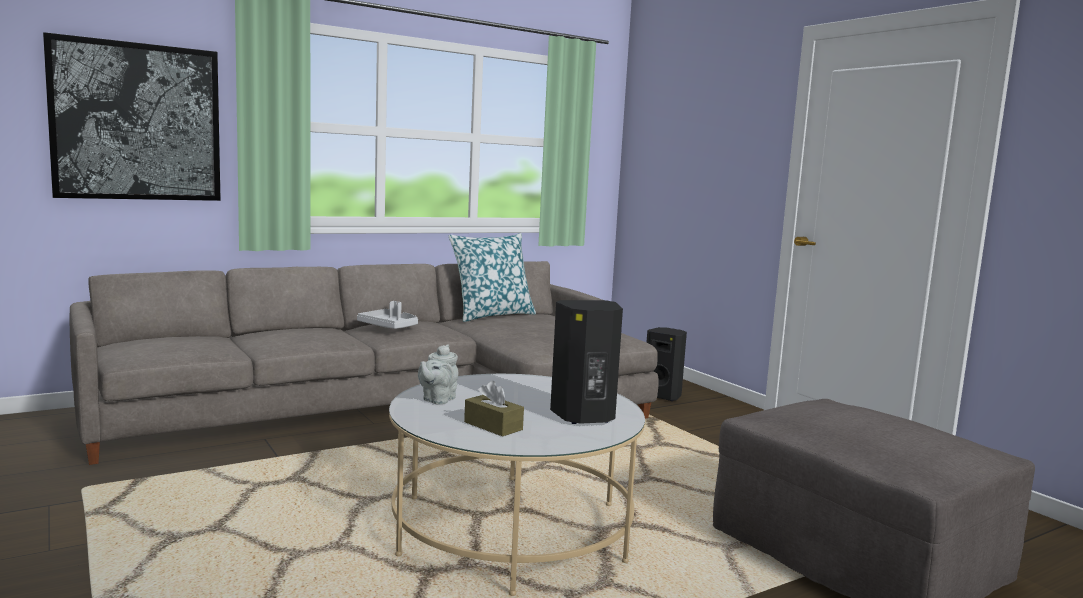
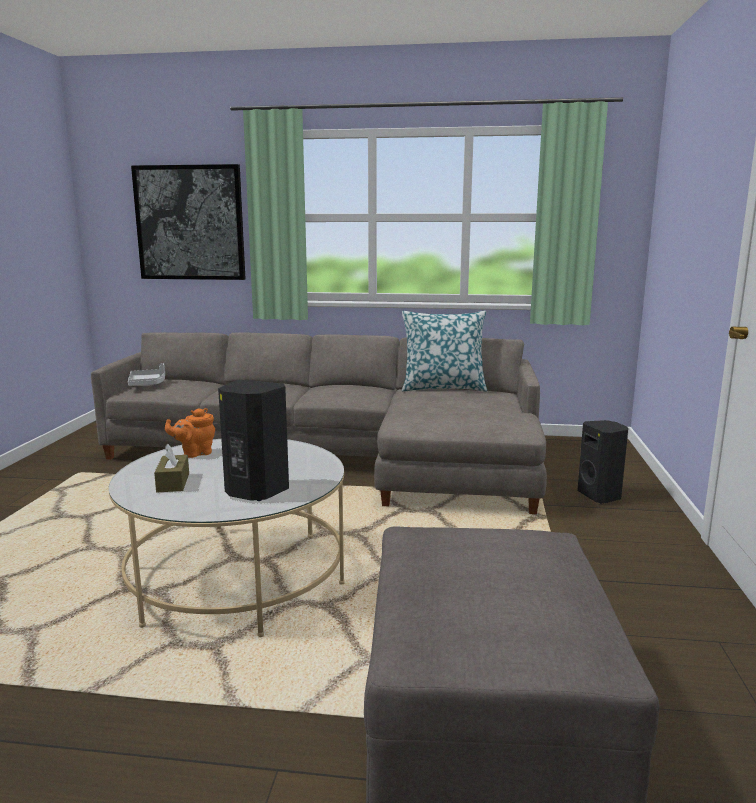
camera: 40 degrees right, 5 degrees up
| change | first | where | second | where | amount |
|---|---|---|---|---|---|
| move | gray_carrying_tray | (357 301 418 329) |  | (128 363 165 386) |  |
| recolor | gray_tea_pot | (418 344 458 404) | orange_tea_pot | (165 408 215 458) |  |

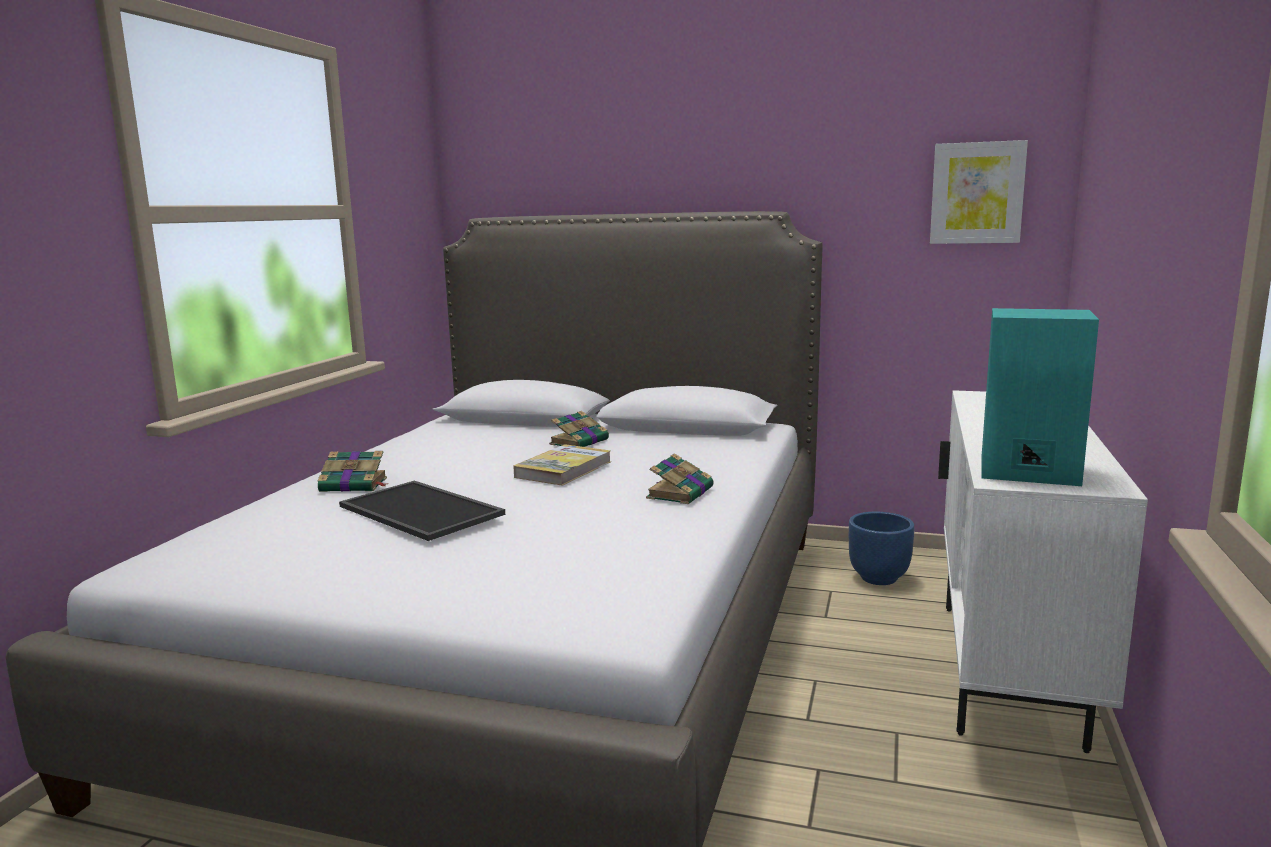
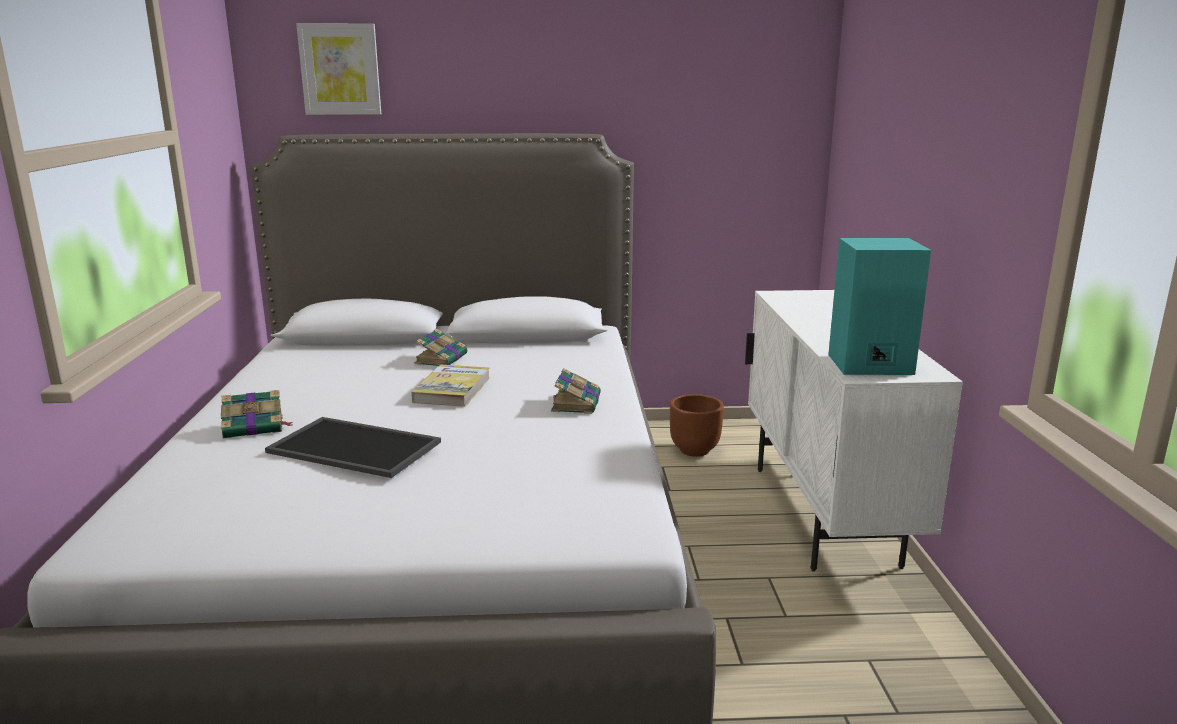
camera: 20 degrees left, 5 degrees up
| change | first | where | second | where | amount |
|---|---|---|---|---|---|
| move | wall_picture | (930 140 1028 244) |  | (296 23 381 115) |  |
| recolor | bluish_flower_pot | (849 512 914 585) | brown-coloured_flower_pot | (670 394 724 457) |  |

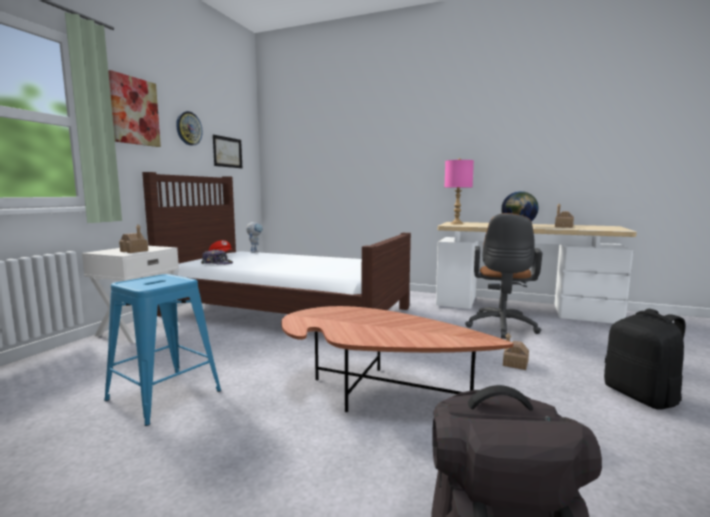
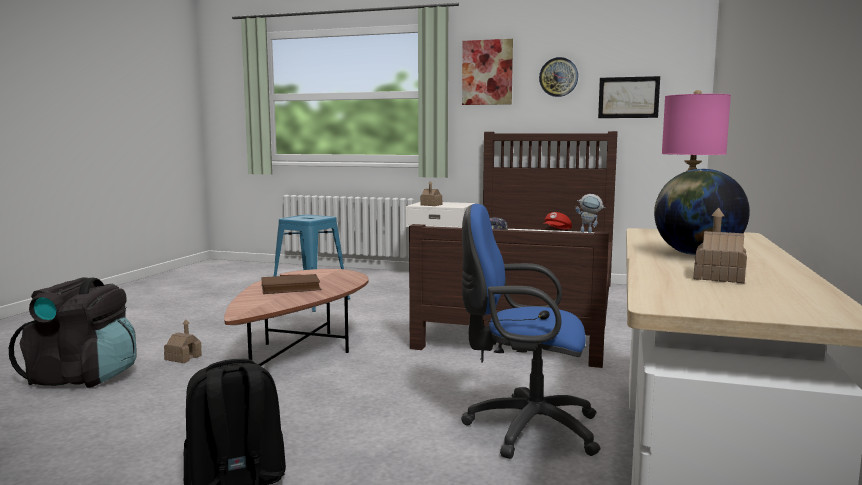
camera: 85 degrees right, 0 degrees up
| change | first | where | second | where | amount |
|---|---|---|---|---|---|
| move | toy_house | (503 333 529 370) |  | (164 319 202 363) |  |
| insert |  |  | brown-coloured_volume | (262 274 322 294) |  |
| recolor | brown-coloured_computer_chair | (465 213 542 339) | bluish_computer_chair | (461 204 600 459) |  |

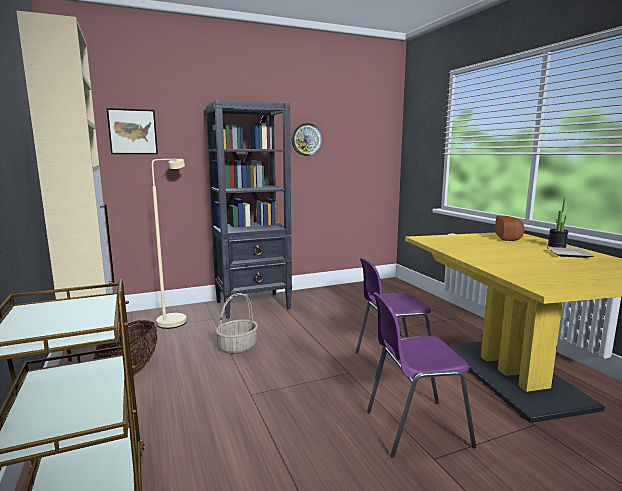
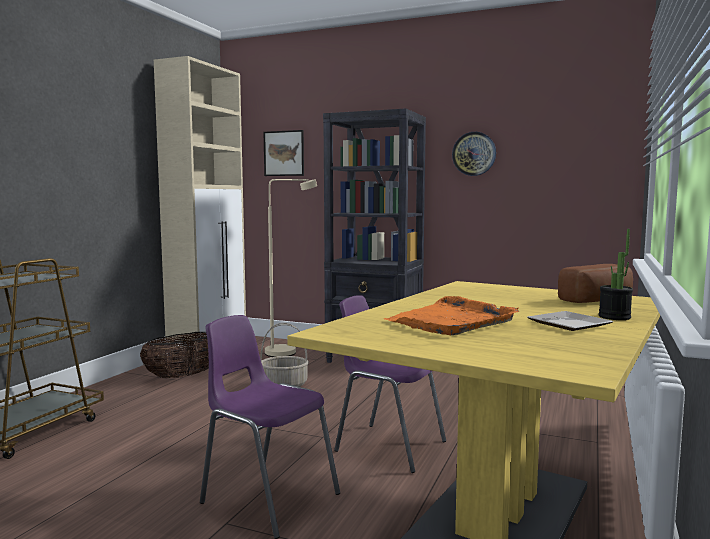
camera: 45 degrees right, 5 degrees down
| change | first | where | second | where | amount |
|---|---|---|---|---|---|
| insert |  |  | orange_carrying_tray | (384 296 519 335) |  |

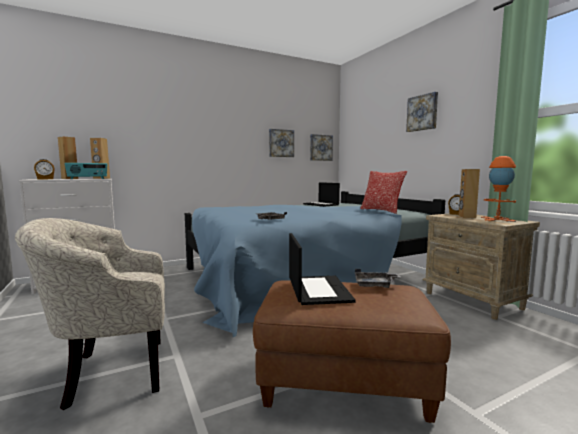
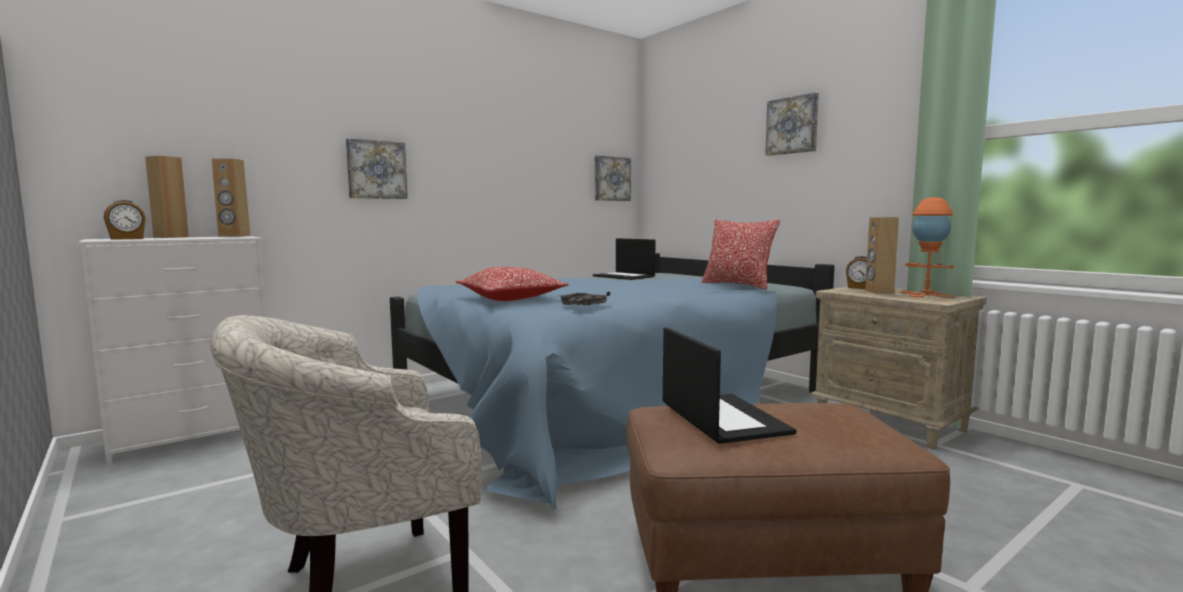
camera: 10 degrees left, 0 degrees up
| change | first | where | second | where | amount |
|---|---|---|---|---|---|
| move | wall_picture | (269 129 294 157) |  | (346 138 408 199) |  |
| insert |  |  | pillow | (456 267 568 301) |  |
| delete | radio_receiver | (64 163 107 179) |  |  |  |
| delete | gray_carrying_tray | (355 269 401 288) |  |  |  |

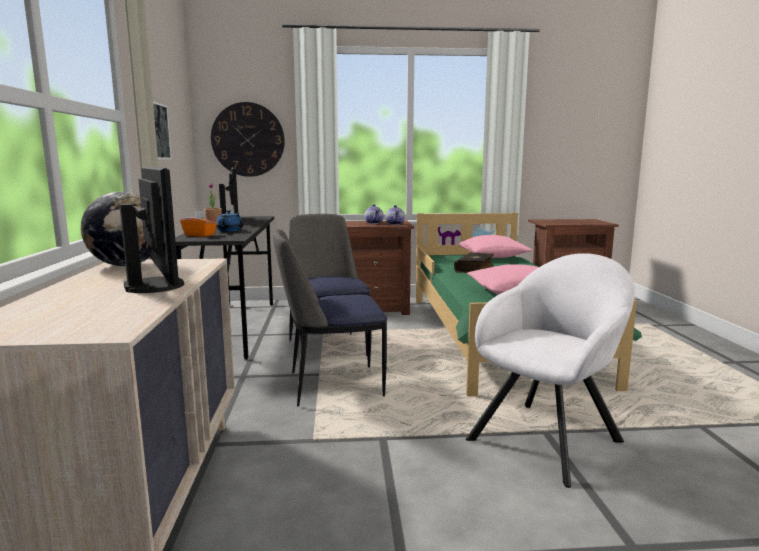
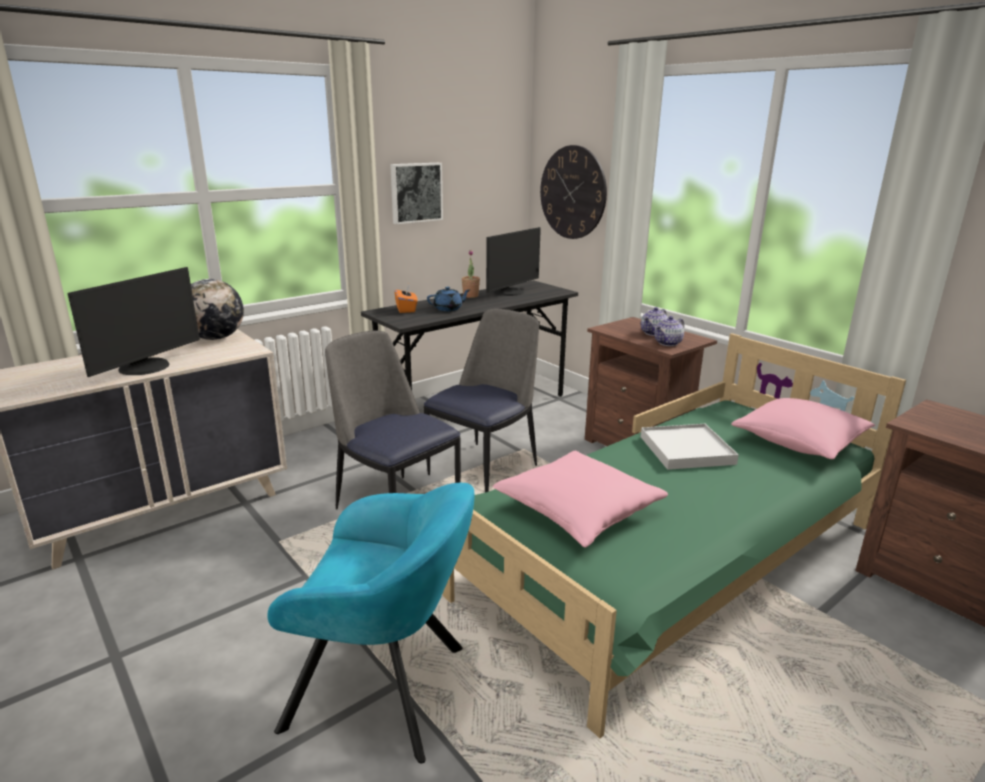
camera: 55 degrees right, 10 degrees up
| change | first | where | second | where | amount |
|---|---|---|---|---|---|
| recolor | white-coloured_lounge_chair | (466 253 635 488) | turquoise_lounge_chair | (267 483 474 764) |  |
| replace | volume | (454 253 494 273) | white-coloured_carrying_tray | (641 424 739 470) |  |

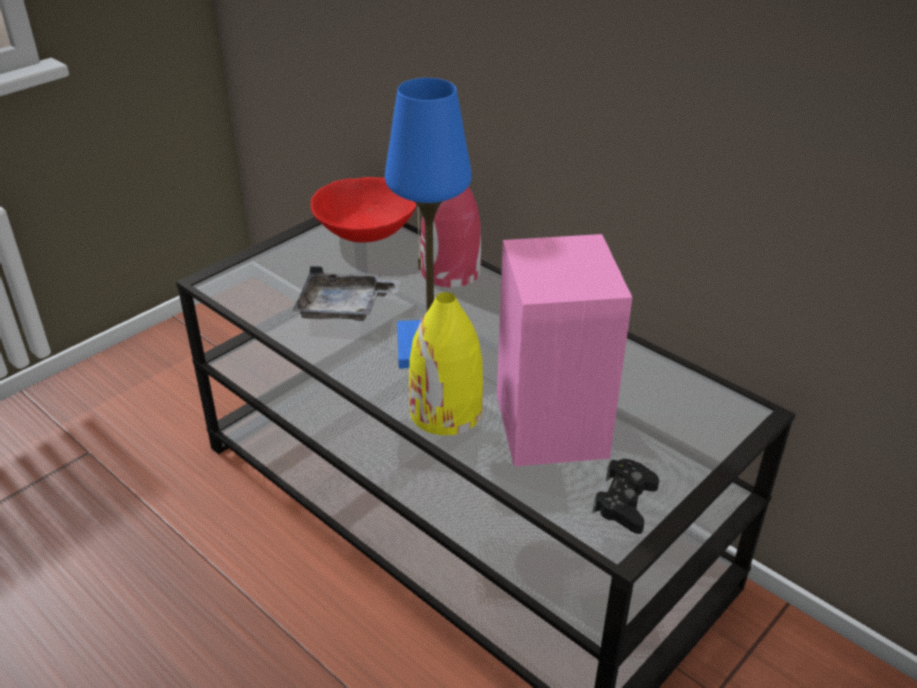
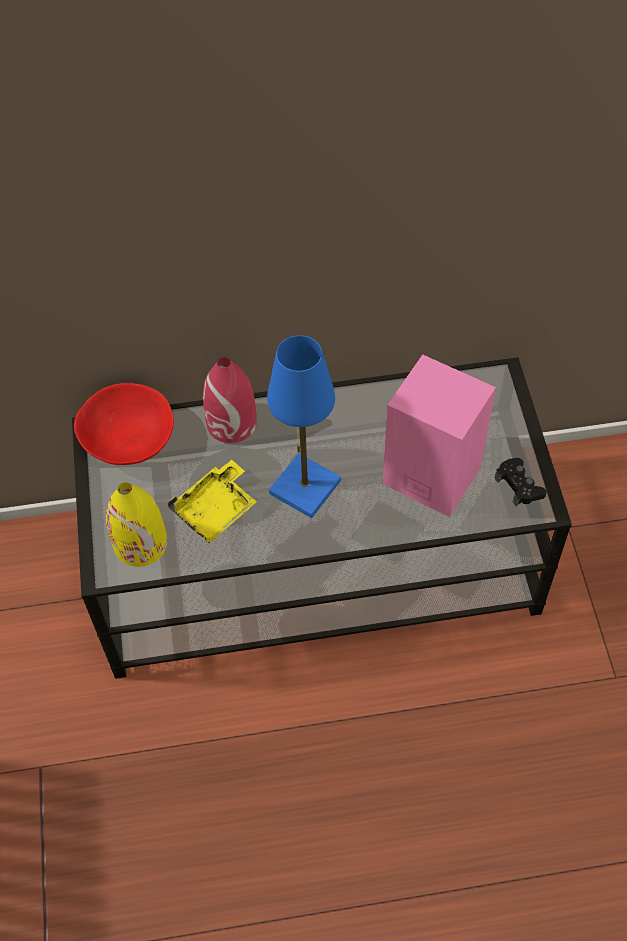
camera: 50 degrees left, 20 degrees up
| change | first | where | second | where | amount |
|---|---|---|---|---|---|
| move | yellow_vase | (409 292 483 435) |  | (106 482 167 567) |  |
| recolor | gray_carrying_tray | (293 266 402 321) | yellow_carrying_tray | (168 460 257 543) |  |

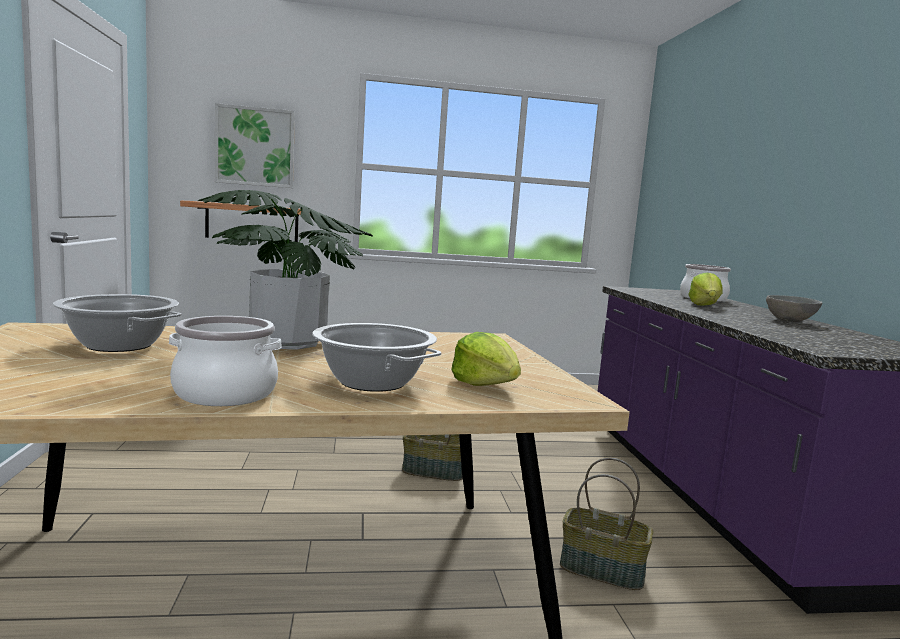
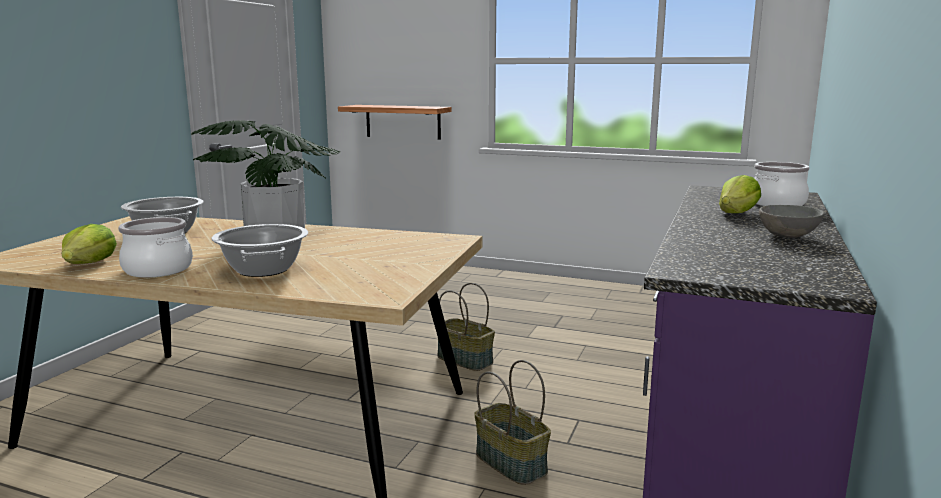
camera: 30 degrees right, 5 degrees up
| change | first | where | second | where | amount |
|---|---|---|---|---|---|
| move | head_of_lettuce | (451 332 521 386) |  | (62 224 117 264) |  |
| delete | wall_picture | (215 103 295 188) |  |  |  |

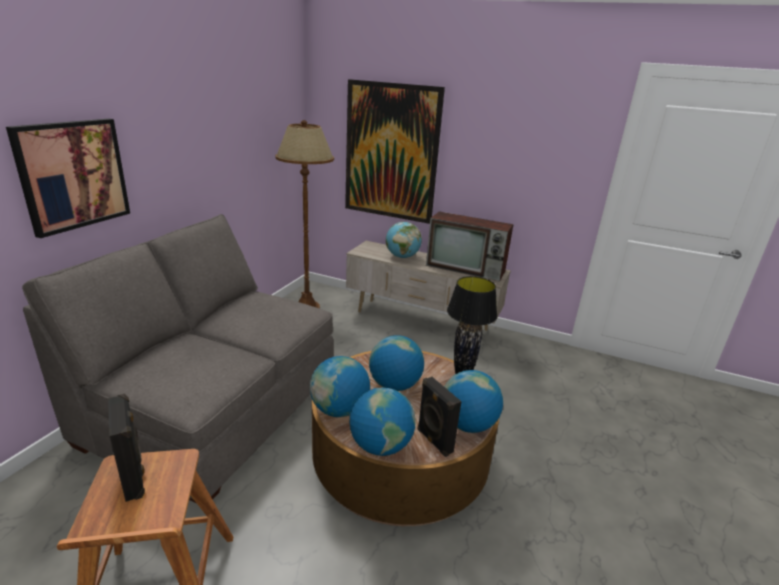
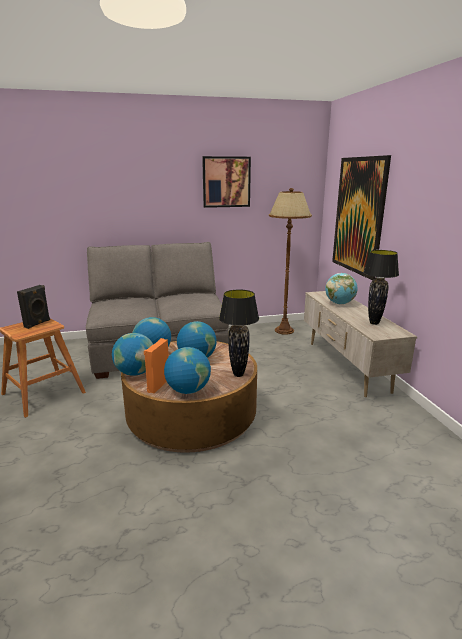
camera: 55 degrees right, 5 degrees down
| change | first | where | second | where | amount |
|---|---|---|---|---|---|
| recolor | black-coloured_audio_speaker | (418 377 461 457) | orange_audio_speaker | (144 338 169 393) |  |
| move | wall_picture | (6 118 130 238) |  | (202 156 251 208) |  |
| replace | TV | (426 212 514 282) | black-coloured_table_lamp | (363 250 399 325) |  |

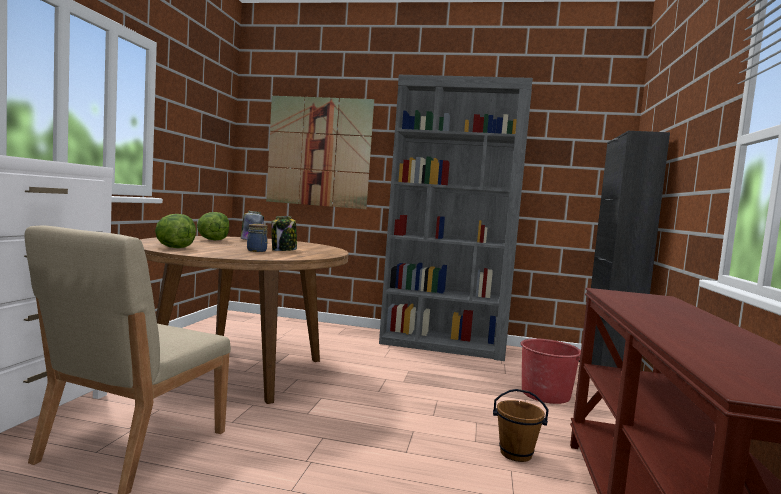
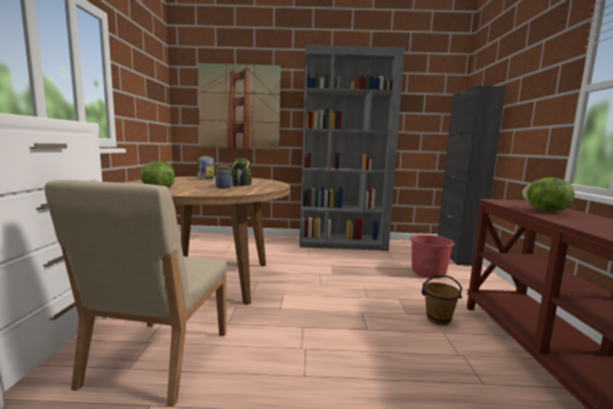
camera: 10 degrees left, 5 degrees up
| change | first | where | second | where | amount |
|---|---|---|---|---|---|
| move | head_of_lettuce | (197 212 229 240) |  | (522 177 575 212) |  |

